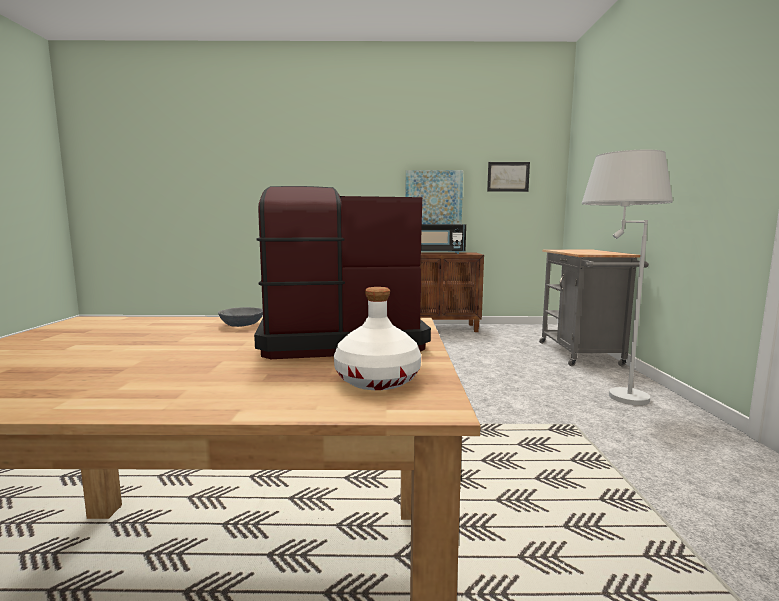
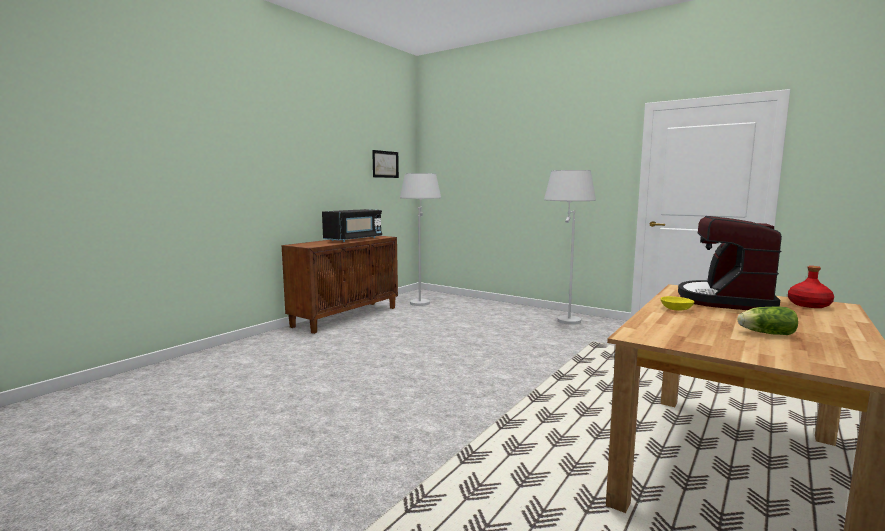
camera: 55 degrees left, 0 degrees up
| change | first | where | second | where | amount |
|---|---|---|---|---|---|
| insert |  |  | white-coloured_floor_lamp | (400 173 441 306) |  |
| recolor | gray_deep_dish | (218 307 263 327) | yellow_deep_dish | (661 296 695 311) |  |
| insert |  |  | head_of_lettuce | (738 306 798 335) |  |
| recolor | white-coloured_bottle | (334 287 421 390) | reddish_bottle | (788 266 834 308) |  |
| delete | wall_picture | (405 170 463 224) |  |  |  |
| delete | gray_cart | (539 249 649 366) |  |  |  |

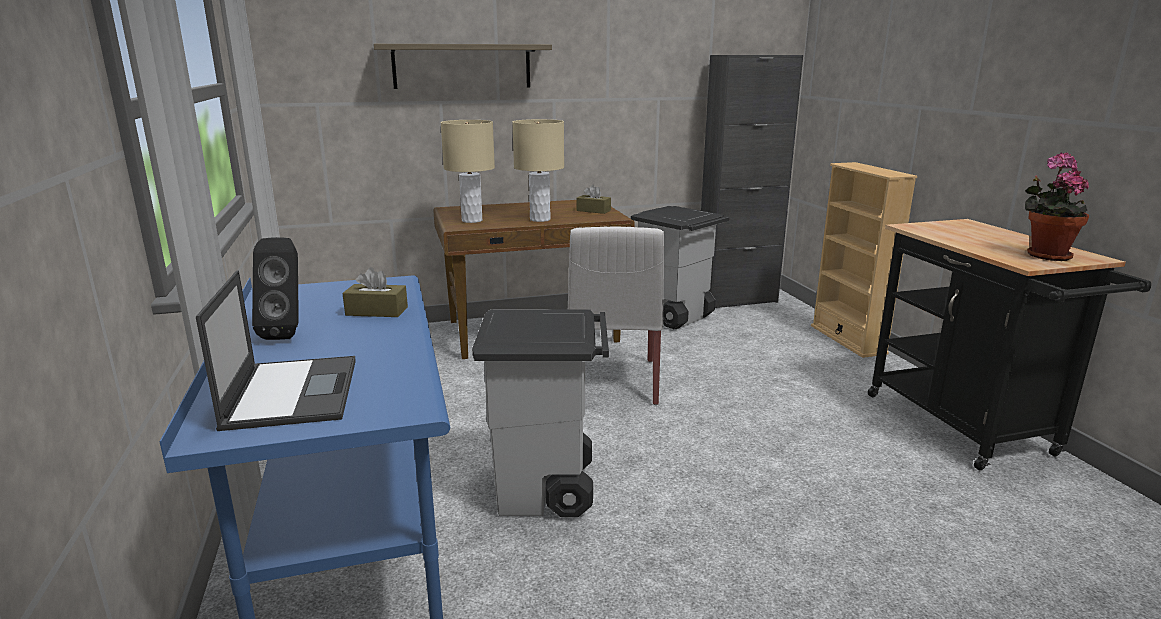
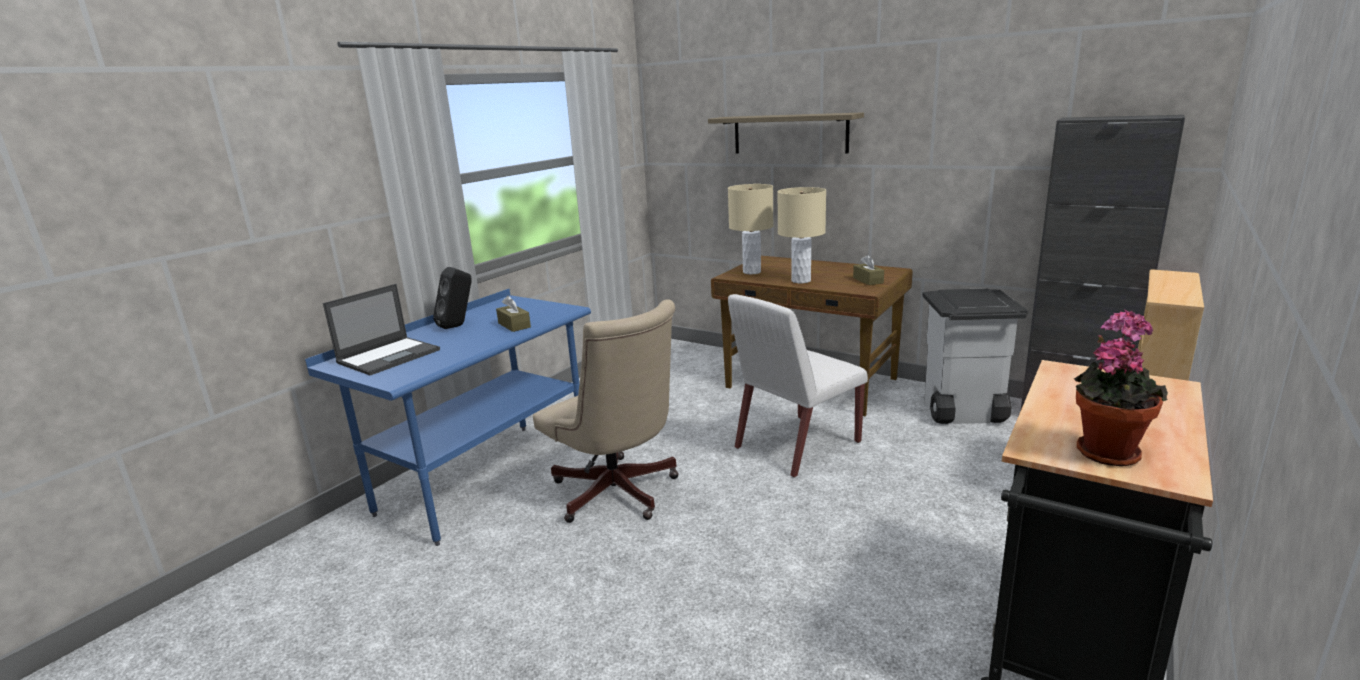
camera: 50 degrees right, 0 degrees up
| change | first | where | second | where | amount |
|---|---|---|---|---|---|
| replace | gray_rubbish_bin | (472 310 609 517) | beige-coloured_computer_chair | (533 299 679 523) |  |

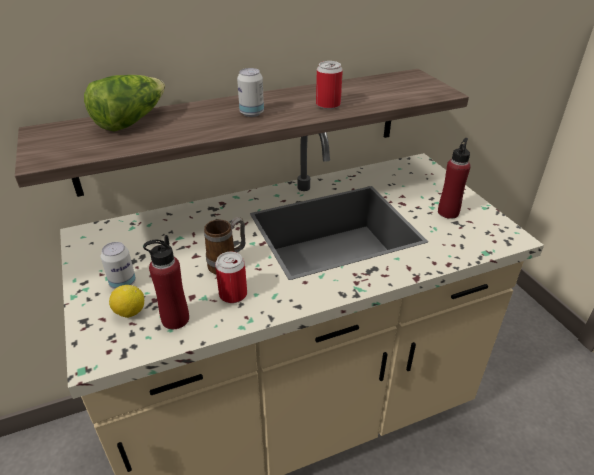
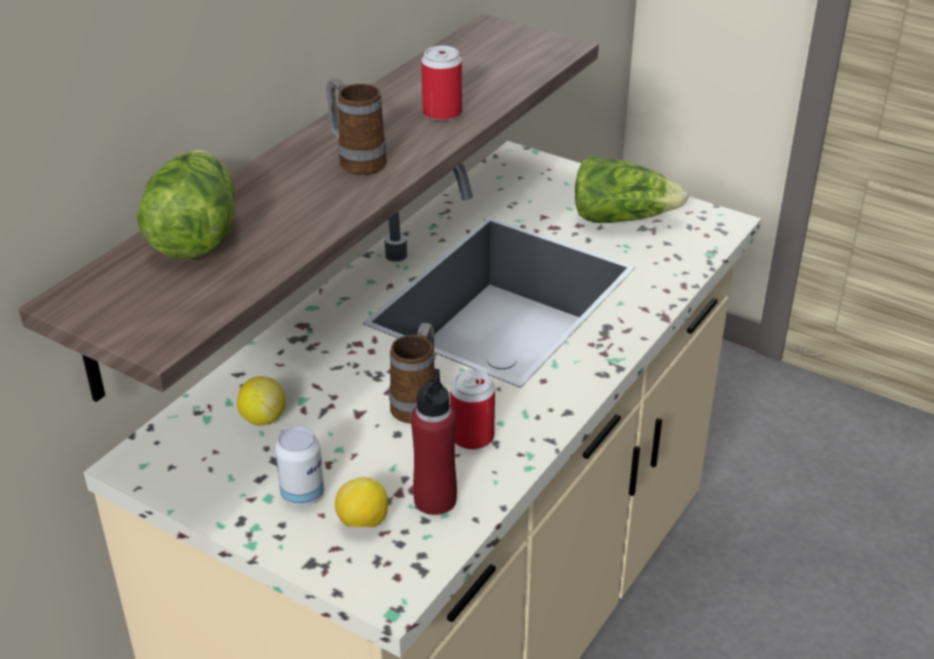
camera: 35 degrees left, 0 degrees up
| change | first | where | second | where | amount |
|---|---|---|---|---|---|
| insert |  |  | whole_lemon | (237 376 286 425) |  |
| replace | sealed_can | (237 68 264 117) | mug | (326 78 387 175) |  |
| replace | reddish_bottle | (438 138 471 219) | head_of_lettuce | (575 156 688 223) |  |

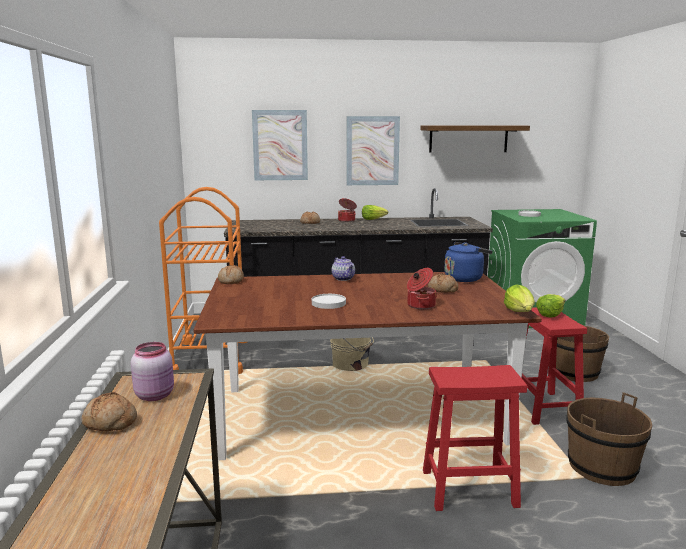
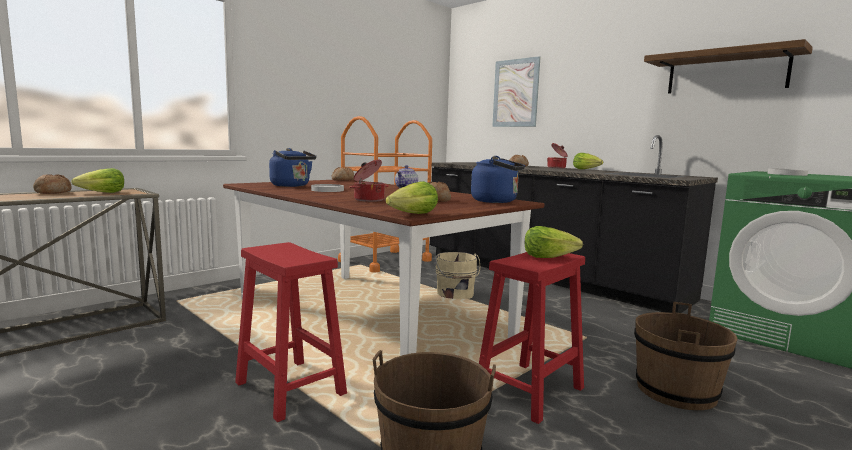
camera: 50 degrees right, 5 degrees down
| change | first | where | second | where | amount |
|---|---|---|---|---|---|
| replace | pink-coloured_jar | (131 342 174 401) | head_of_lettuce | (71 168 124 193) |  |
| insert |  |  | bluish_tea_kettle | (269 148 316 187) |  |
| delete | wall_picture | (346 116 400 185) |  |  |  |

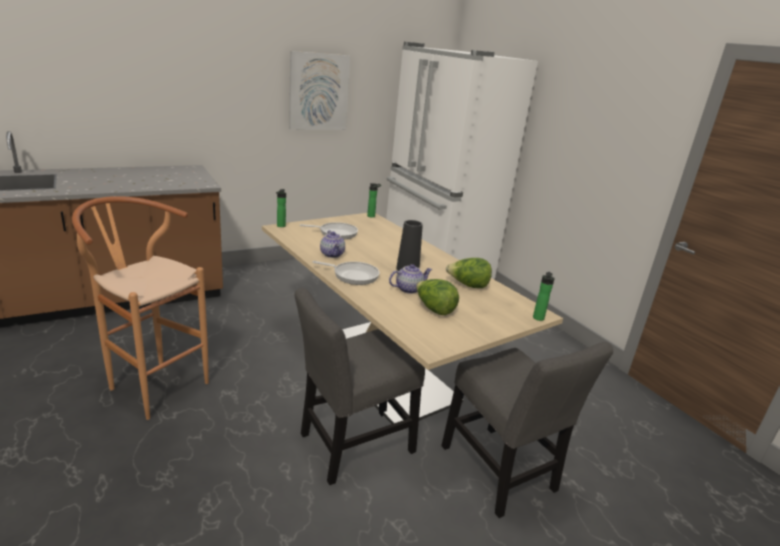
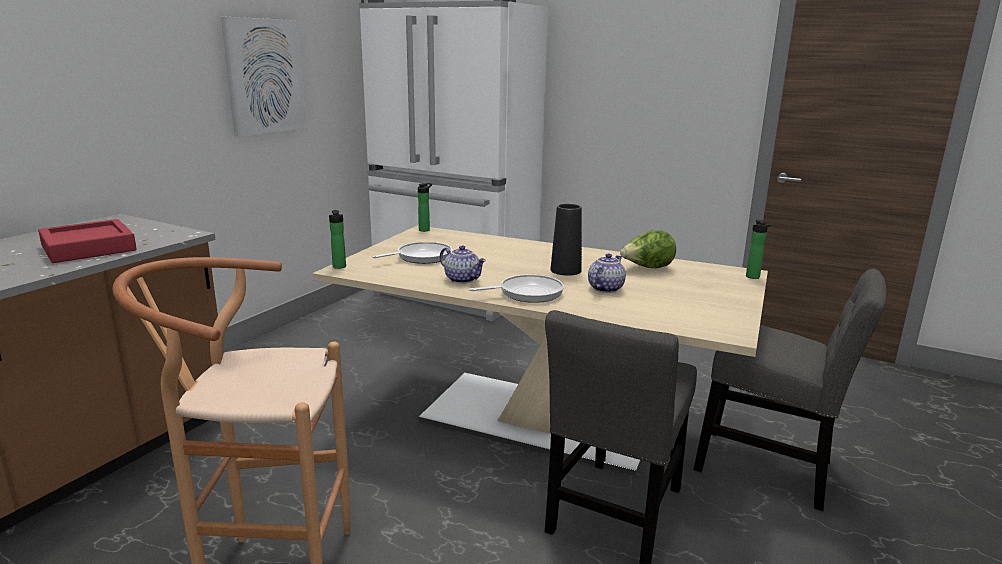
camera: 30 degrees left, 5 degrees down
| change | first | where | second | where | amount |
|---|---|---|---|---|---|
| insert |  |  | reddish_carrying_tray | (38 219 137 263) |  |
| delete | head_of_lettuce | (416 279 459 315) |  |  |  |

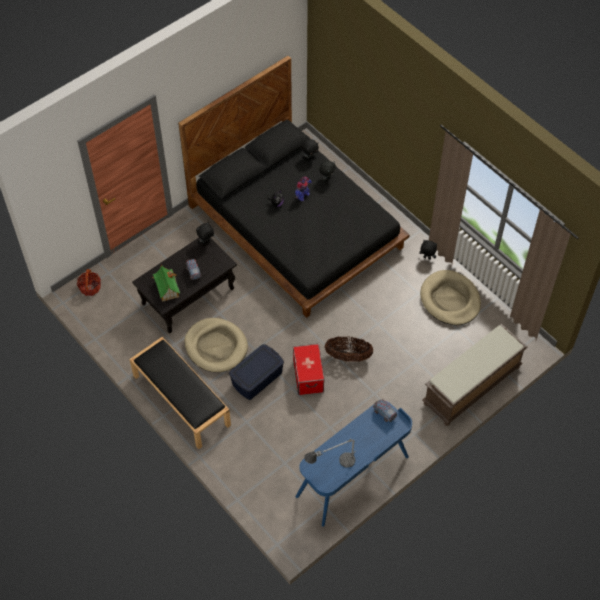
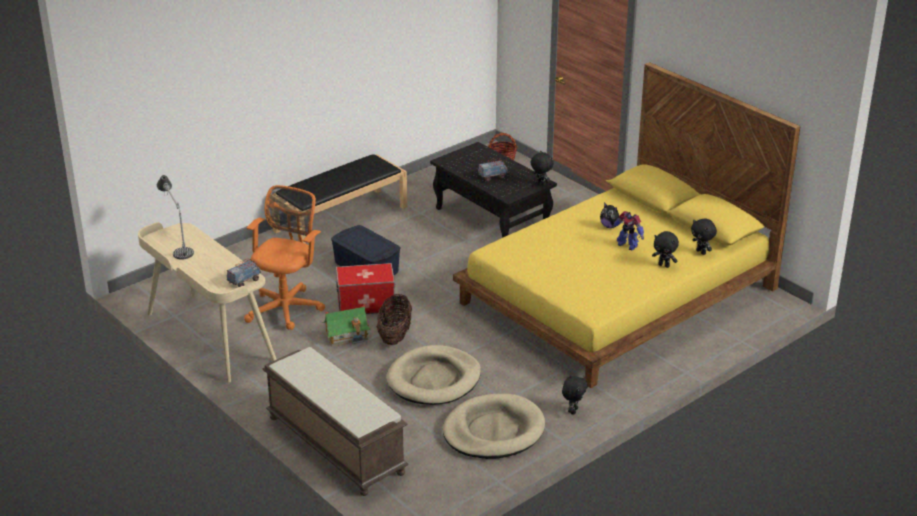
camera: 90 degrees right, 25 degrees down
| change | first | where | second | where | amount |
|---|---|---|---|---|---|
| recolor | bluish_desk | (295 401 412 527) | beige-coloured_desk | (138 222 277 383) |  |
| insert |  |  | orange_computer_chair | (244 185 325 330) |  |
| move | toy_house | (152 264 180 302) |  | (321 305 371 347) |  |
| move | beige-coloured_dog_cushion | (184 318 248 373) |  | (386 345 481 405) |  |
| recolor | black-coloured_bed | (178 56 410 318) | yellow_bed | (453 62 800 388) |  |

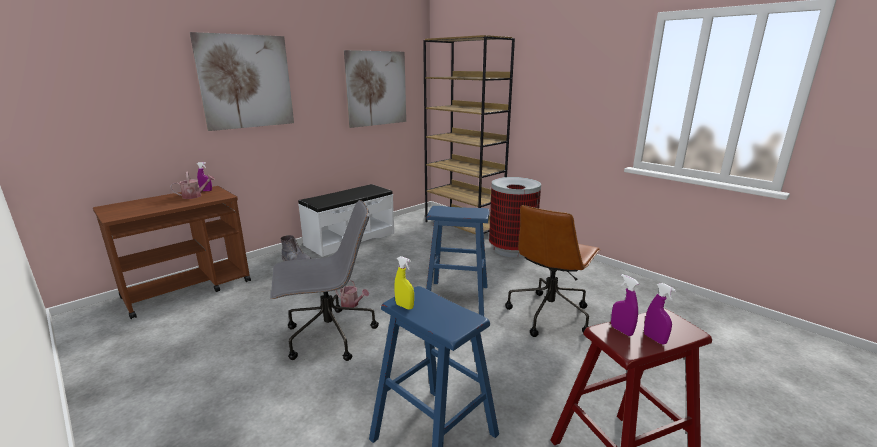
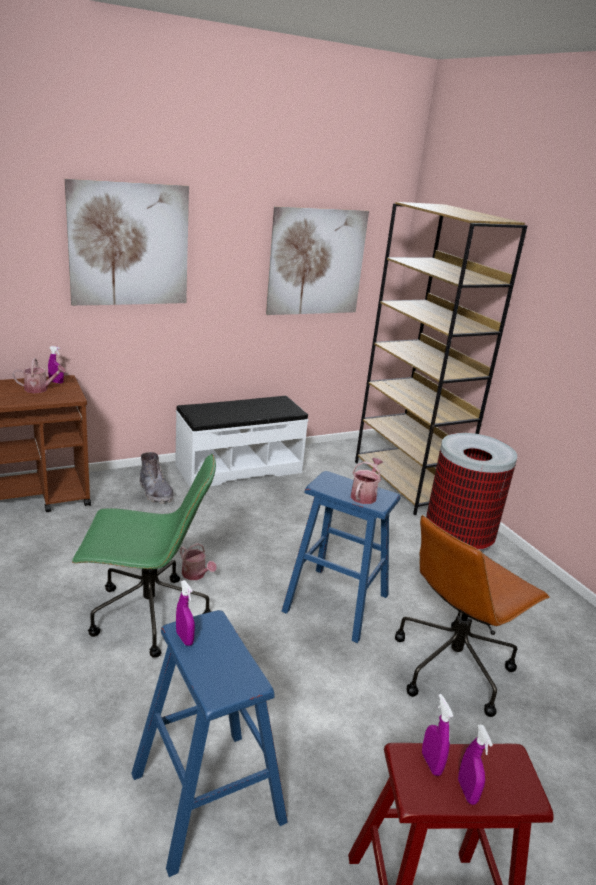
camera: 15 degrees right, 5 degrees up
| change | first | where | second | where | amount |
|---|---|---|---|---|---|
| recolor | gray_computer_chair | (270 200 379 361) | green_computer_chair | (72 454 216 658) |  |
| recolor | yellow_hand_sprayer | (394 256 414 309) | purple-coloured_hand_sprayer | (176 580 195 646) |  |
| insert |  |  | watering_pot | (350 458 383 504) |  |

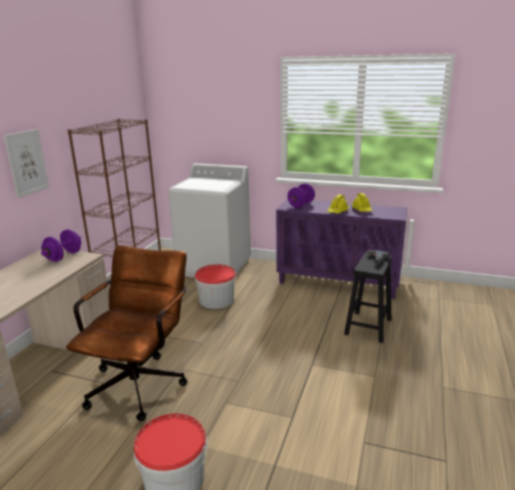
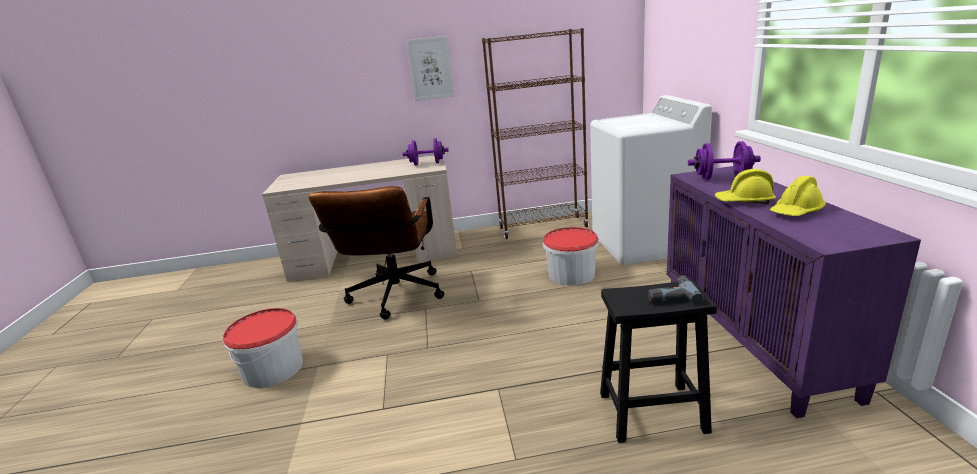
camera: 65 degrees right, 0 degrees up
| change | first | where | second | where | amount |
|---|---|---|---|---|---|
| rotate | brown-coloured_computer_chair | (66 245 187 421) |  | (308 186 444 319) | 105 degrees clockwise |

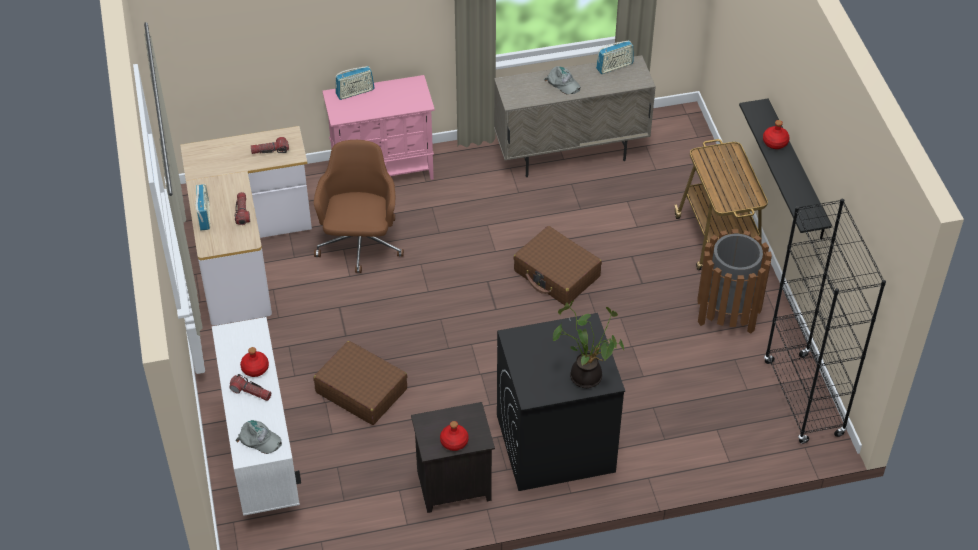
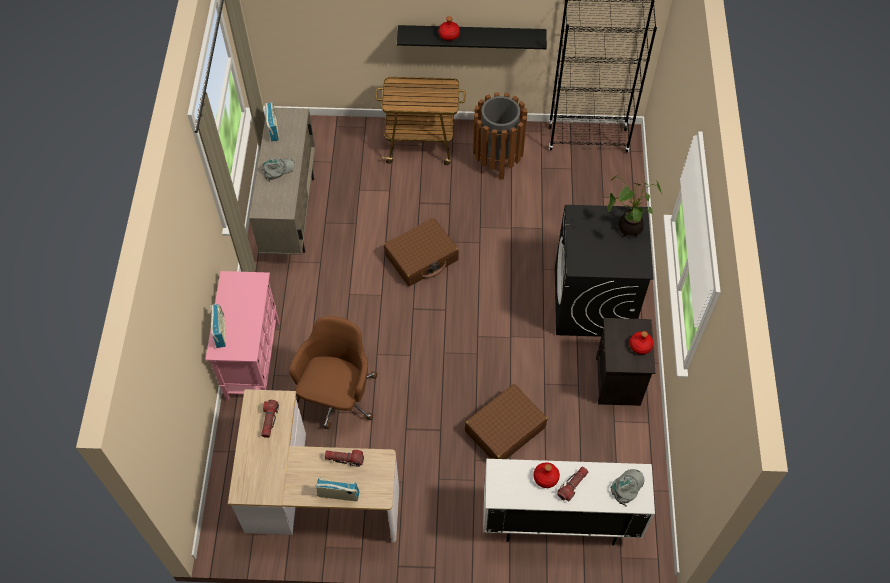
camera: 75 degrees left, 10 degrees up
| change | first | where | second | where | amount |
|---|---|---|---|---|---|
| rotate | brown-coloured_computer_chair | (314 140 404 273) |  | (289 316 377 430) | 90 degrees clockwise |

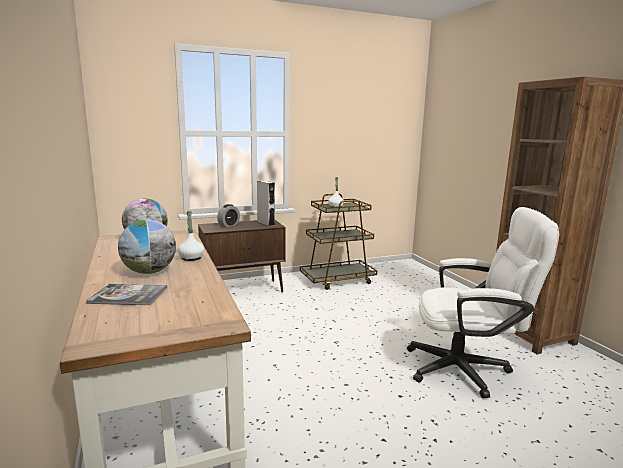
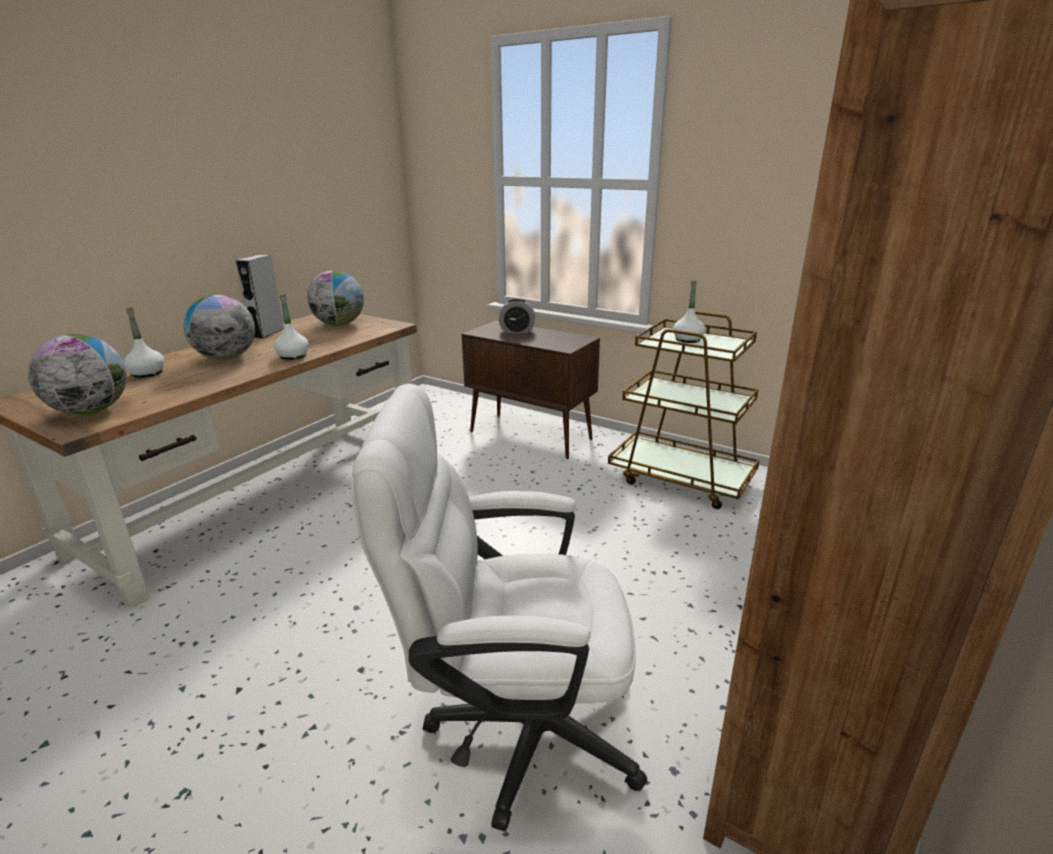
camera: 55 degrees right, 10 degrees up
| change | first | where | second | where | amount |
|---|---|---|---|---|---|
| insert |  |  | globe | (28 334 127 415) |  |
| replace | volume | (86 284 167 305) | white-coloured_bottle | (124 307 164 378) |  |
| move | gray_audio_speaker | (257 180 275 226) |  | (236 254 284 339) |  |
| rotate | white-coloured_computer_chair | (407 207 559 398) |  | (351 384 647 832) | 120 degrees clockwise |

